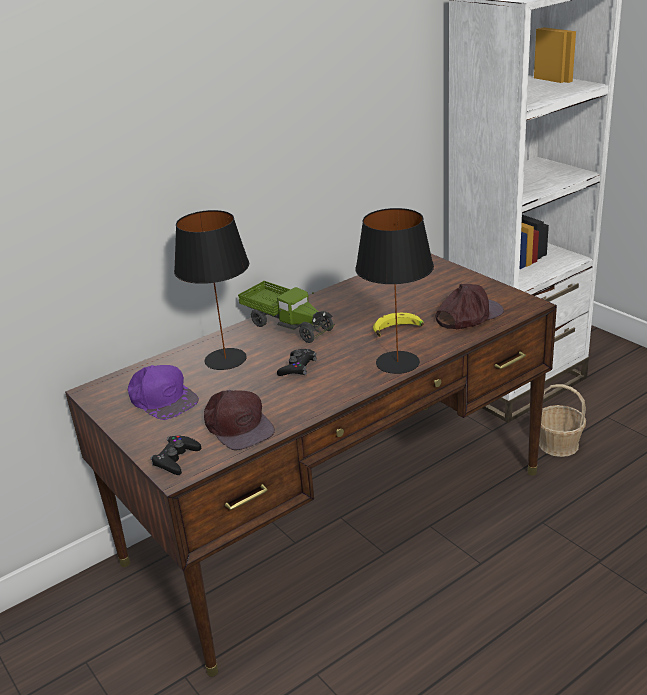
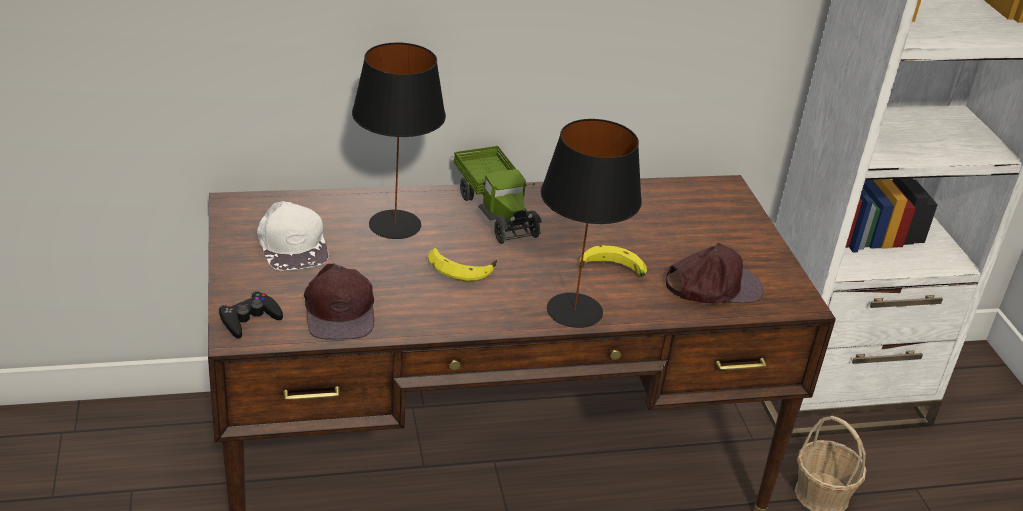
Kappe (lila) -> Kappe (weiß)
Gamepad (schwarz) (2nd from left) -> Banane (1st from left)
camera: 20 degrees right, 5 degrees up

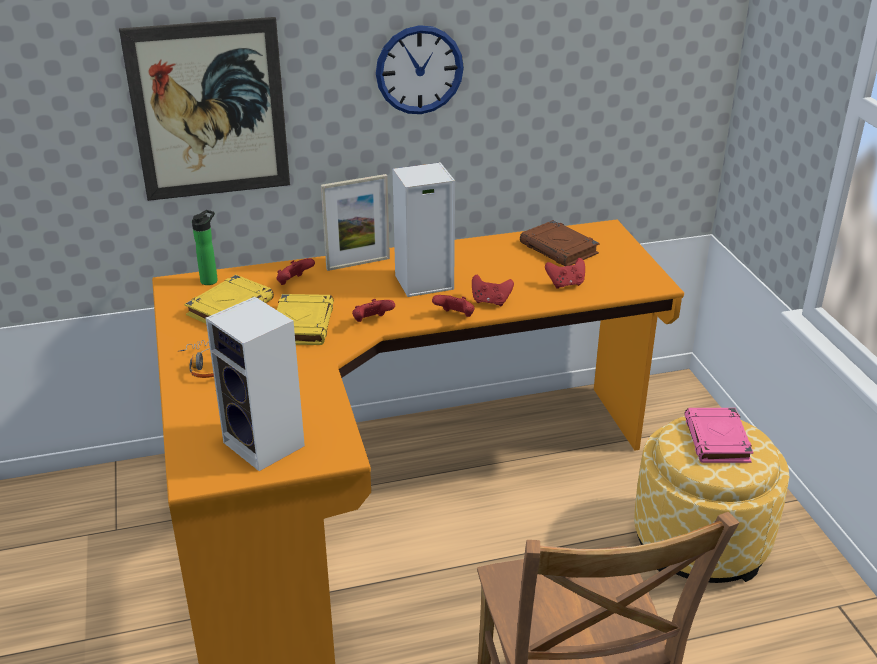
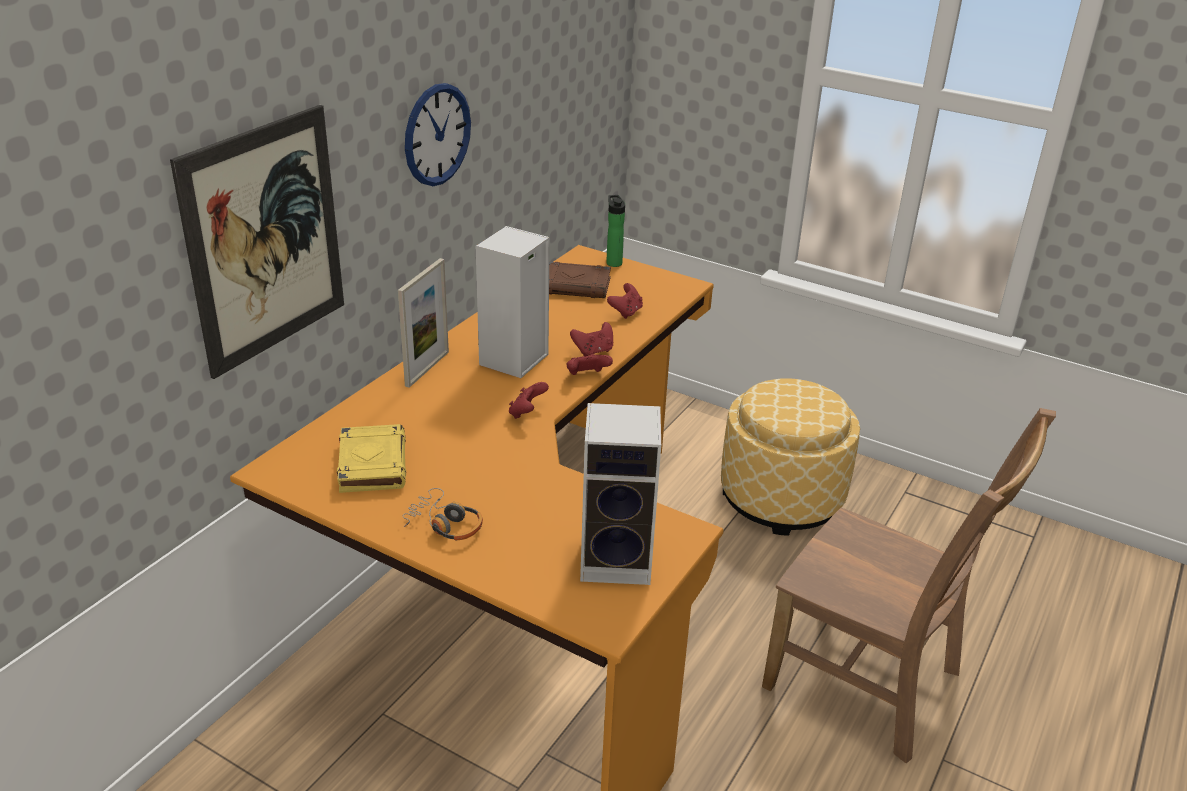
Flasche, moved
Gamepad (rot) (1st from left) -> none
Buch (gelb) (2nd from left) -> none
Buch (rosa) -> none
camera: 45 degrees left, 0 degrees up

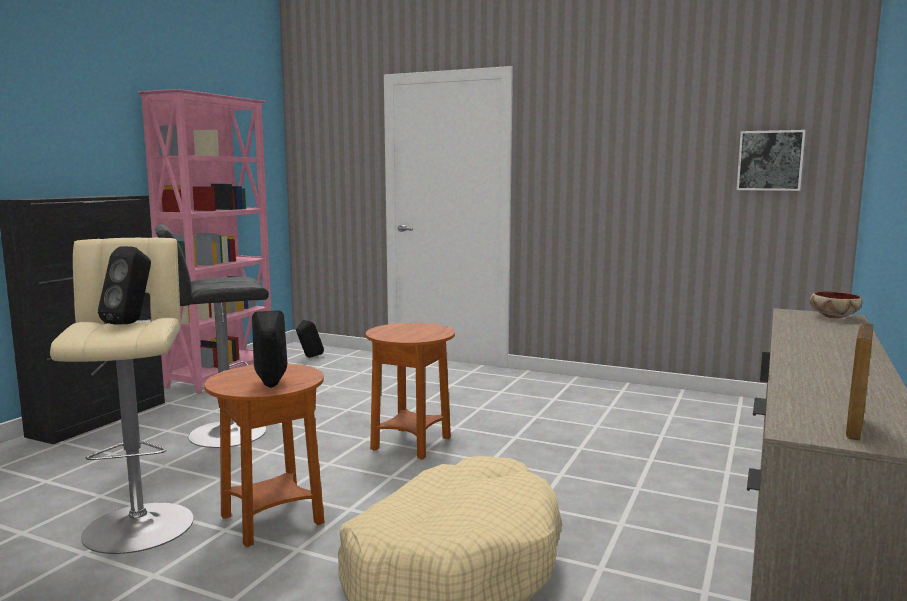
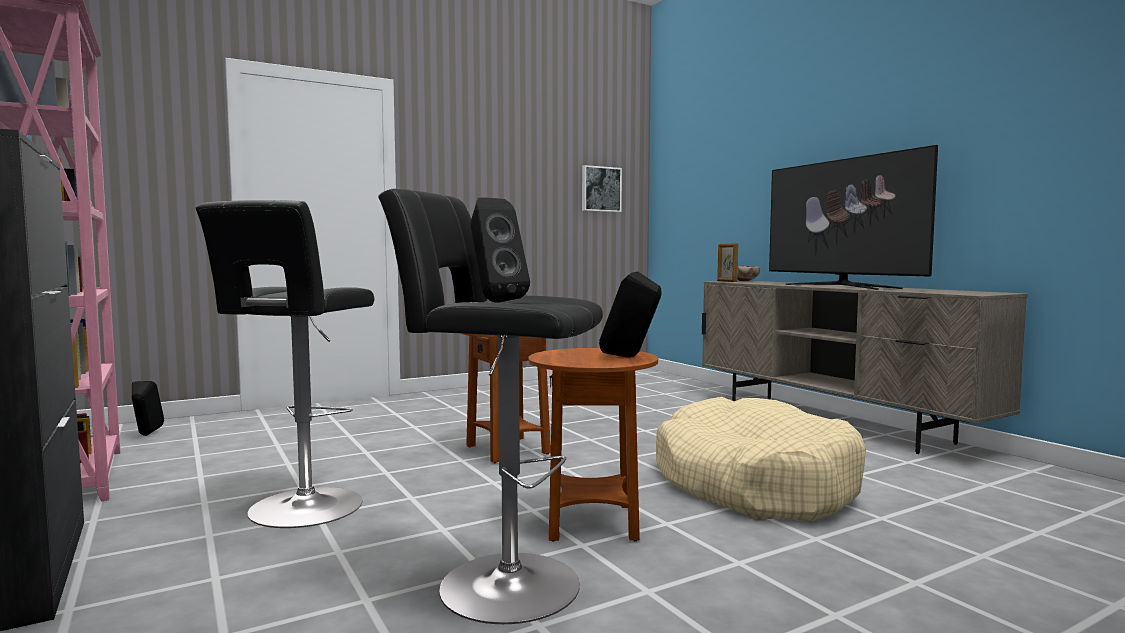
Hocker (beige) -> Hocker (schwarz) (2nd from left)
Bilderrahmen, moved
none -> Fernseher
camera: 55 degrees left, 5 degrees down

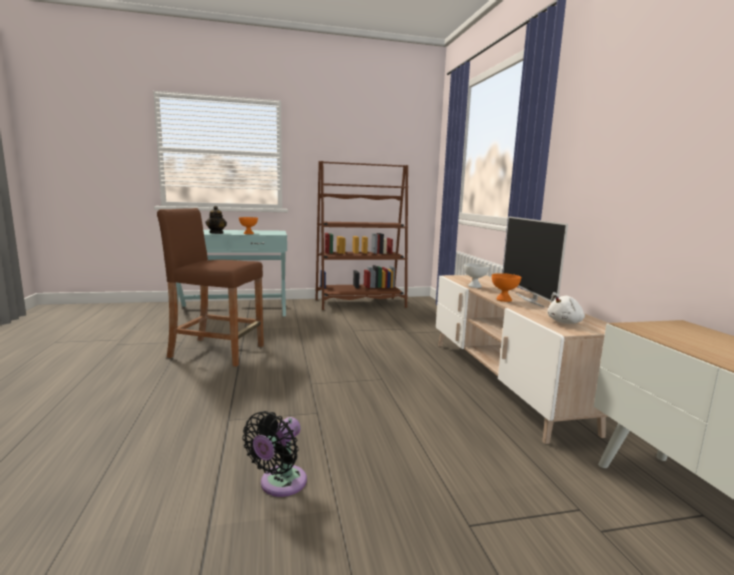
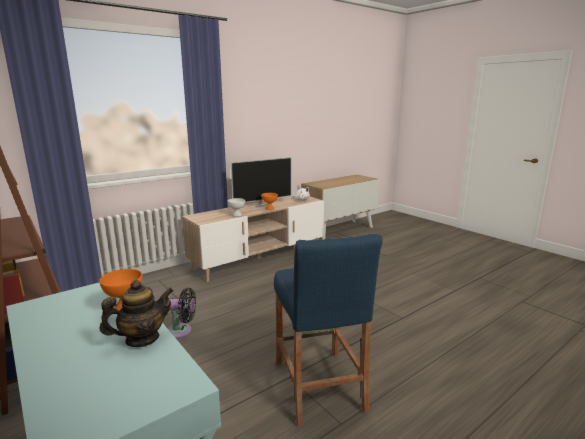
Hocker (braun) -> Hocker (blau)
Ventilator (schwarz), moved
camera: 115 degrees left, 5 degrees up

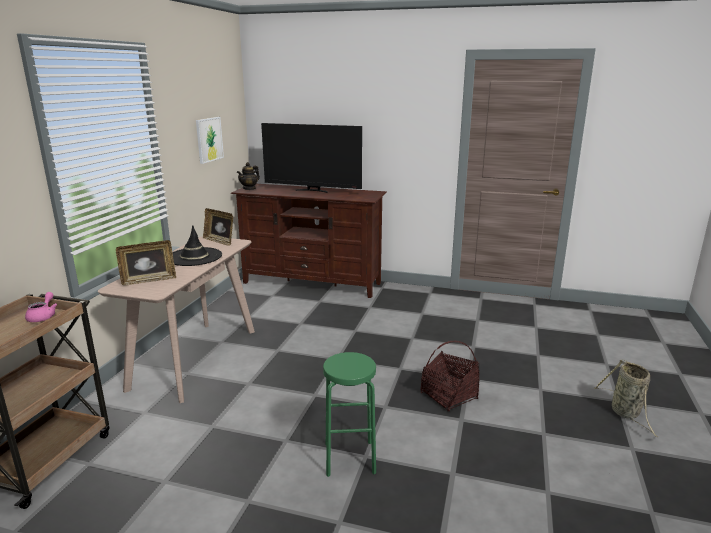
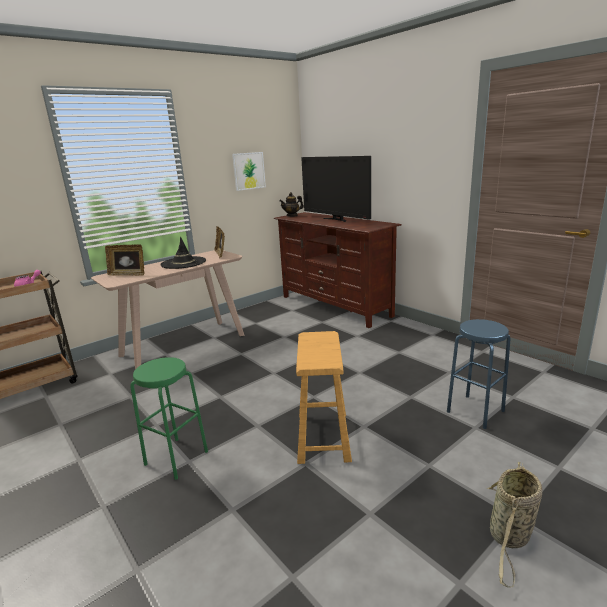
Korb (1st from left) -> Hocker (braun)
none -> Hocker (blau)
camera: 35 degrees right, 0 degrees up

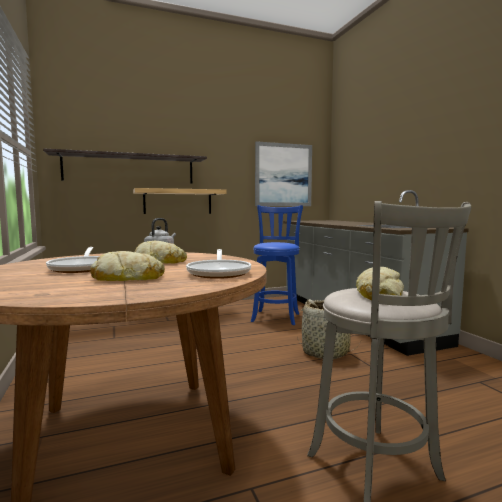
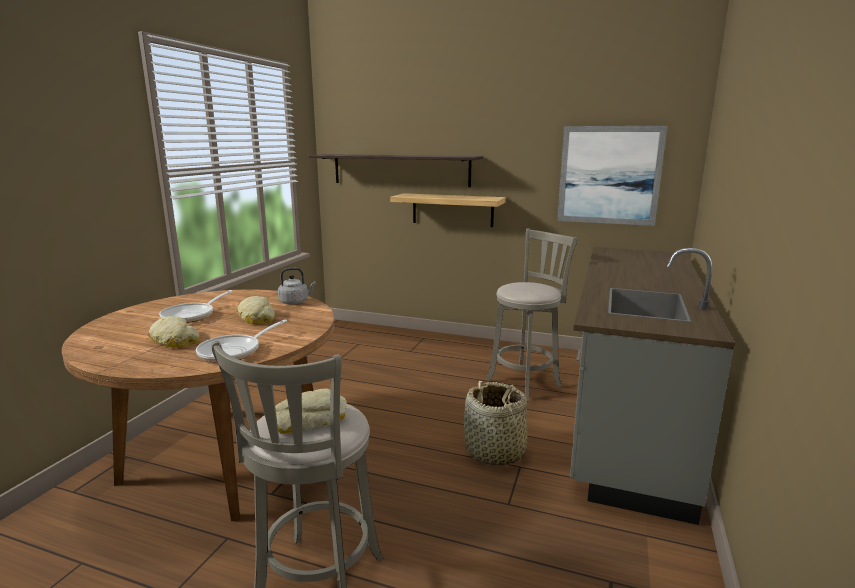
Hocker (blau) -> Hocker (grau) (2nd from left)
camera: 40 degrees right, 10 degrees up

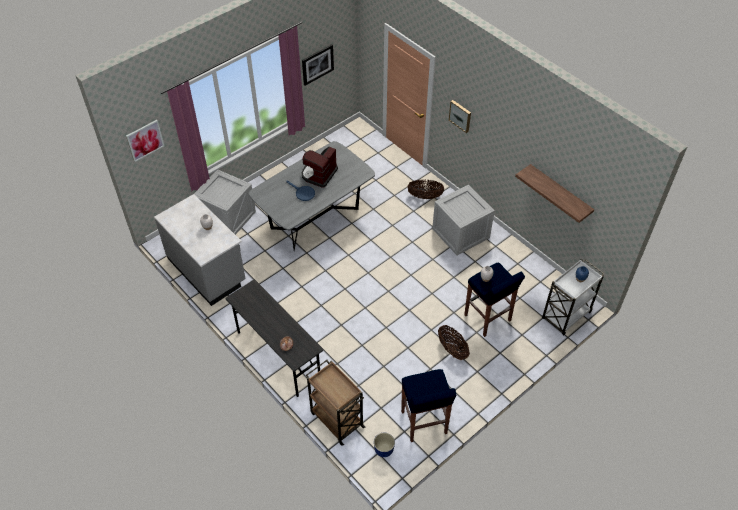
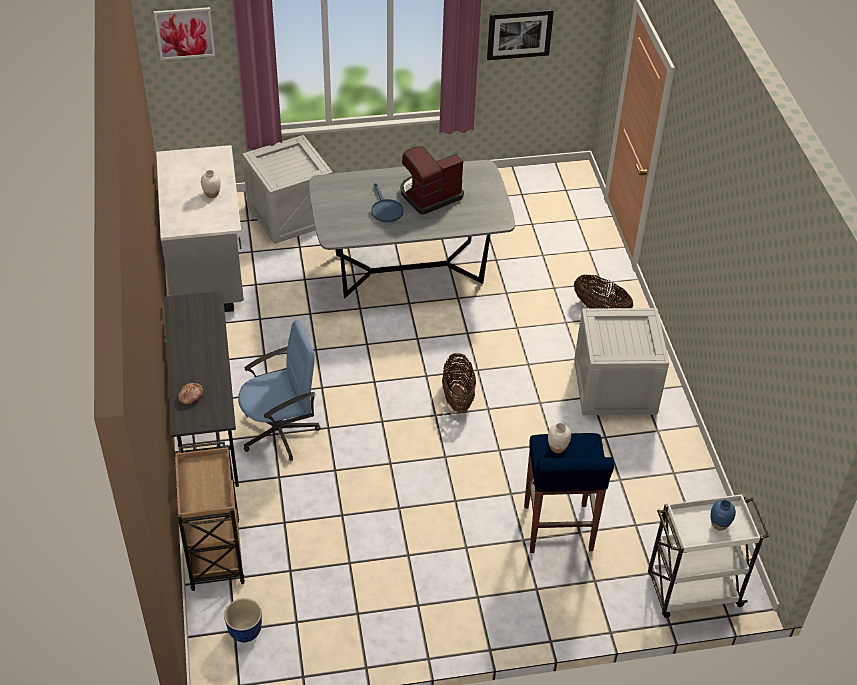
Hocker (blau) (1st from left) -> none
Korb (2nd from left in the first image) -> Korb (1st from left), moved
Bild (3rd from left) -> none
Wandregal -> none
none -> Bürostuhl (blau)
camera: 30 degrees right, 5 degrees down

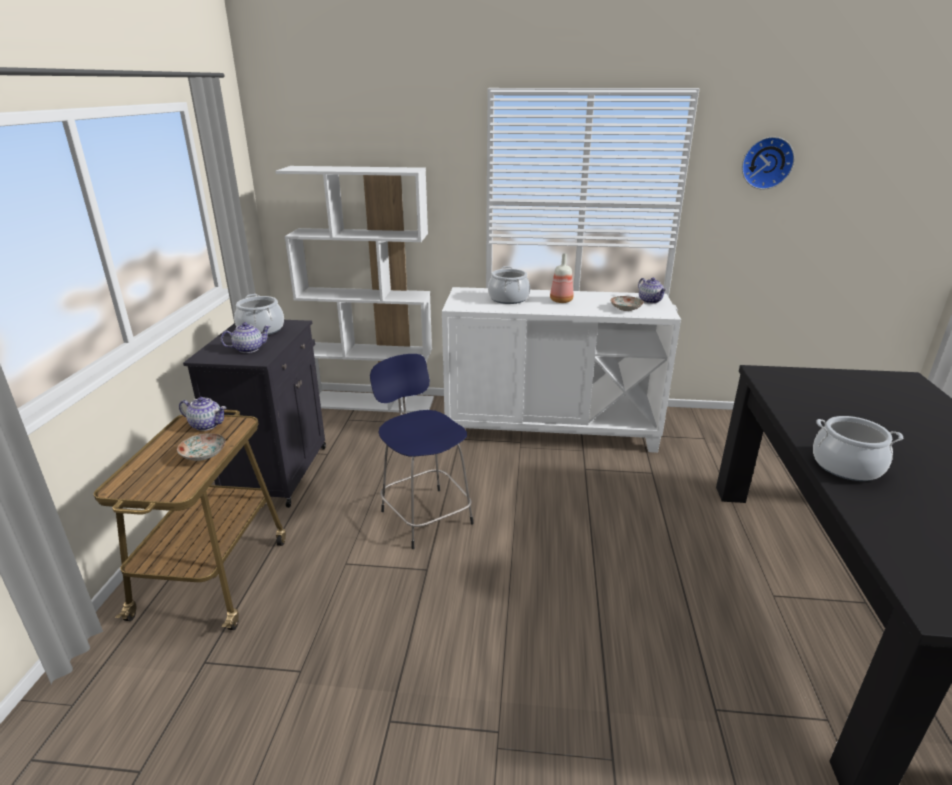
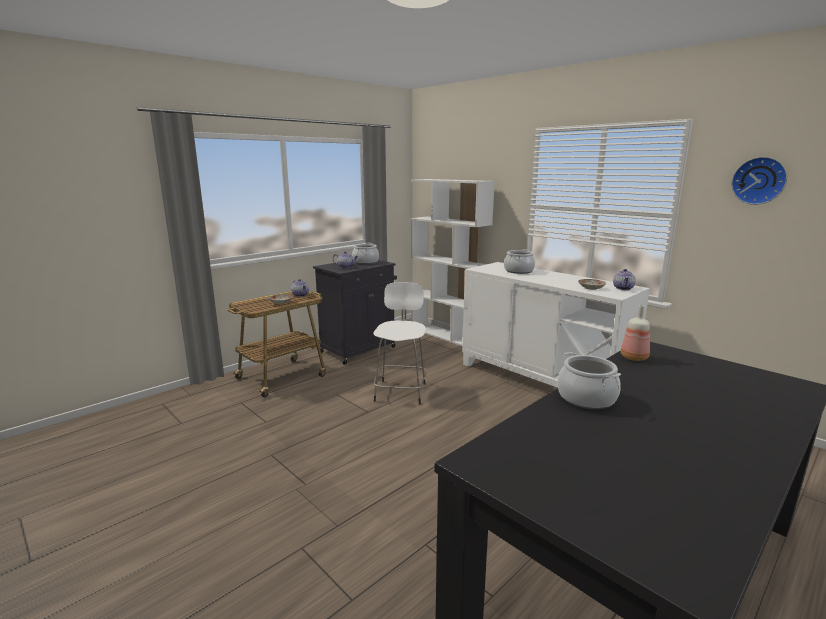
Hocker (blau) -> Hocker (weiß)
Flasche, moved
camera: 40 degrees right, 10 degrees down

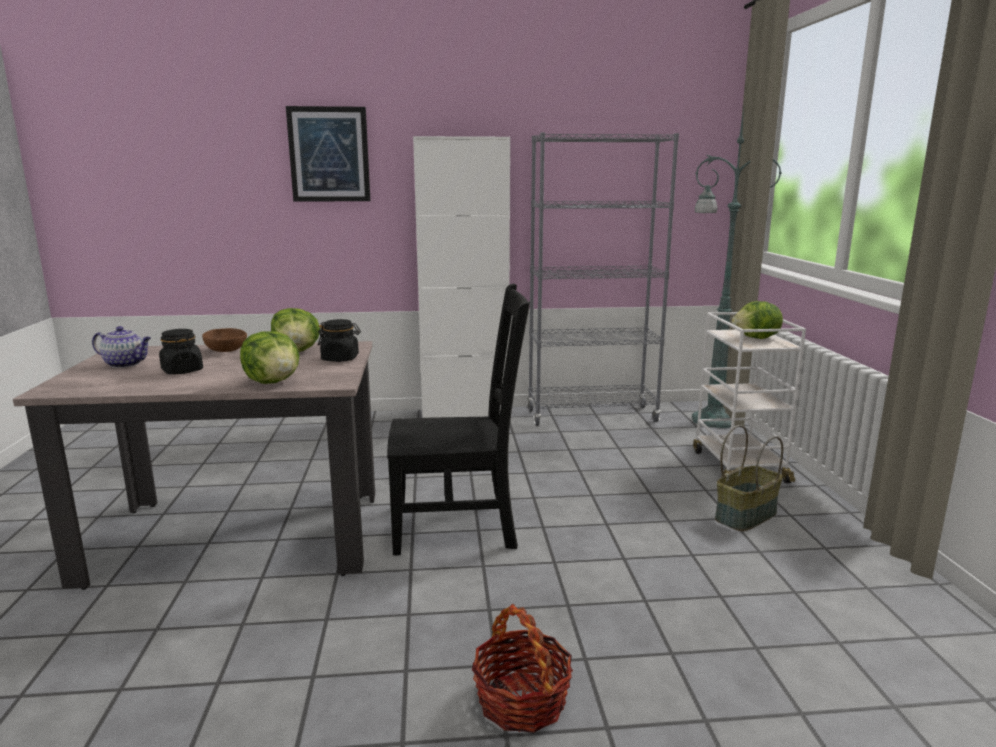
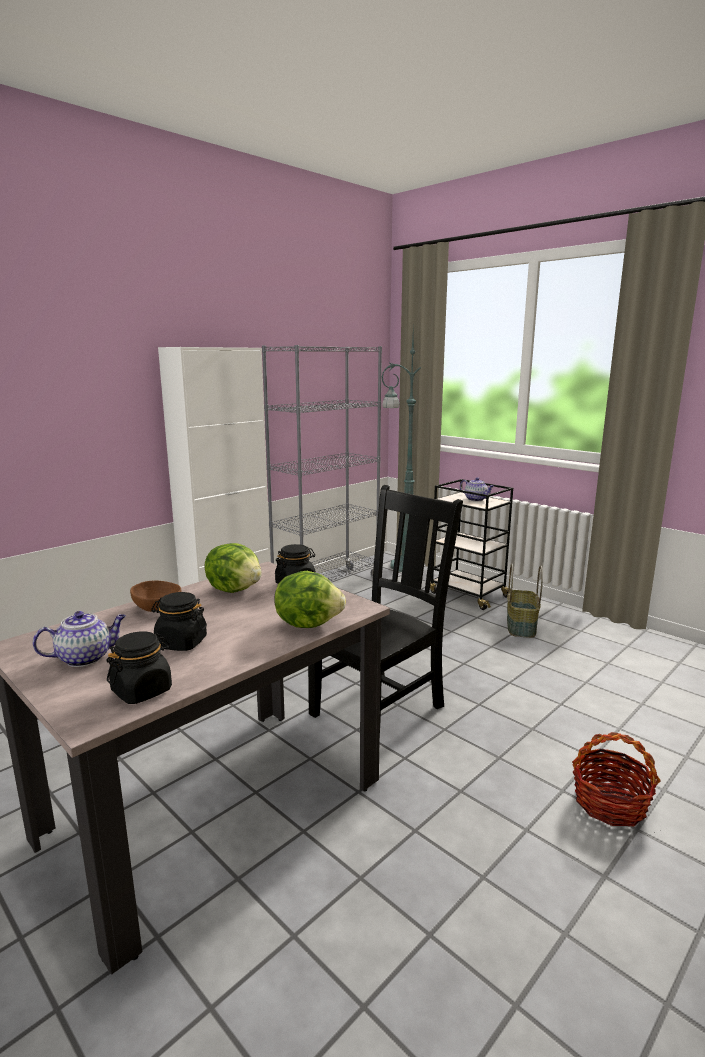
Bild -> none
Rollwagen (weiß) -> Rollwagen (schwarz)
Salatkopf (3rd from left) -> Teekanne (2nd from left)
none -> Vorratsglas (schwarz) (1st from left)
camera: 40 degrees left, 0 degrees up

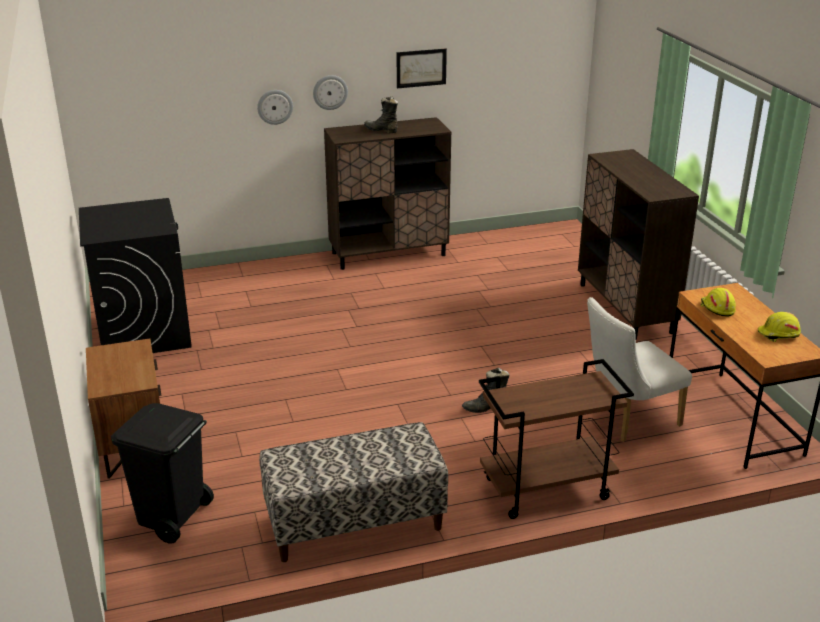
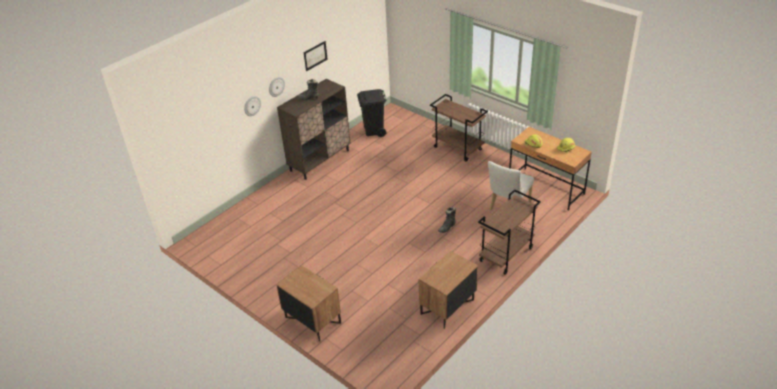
Waschmaschine (schwarz) -> none
Mülleimer (schwarz), moved
Bank -> Nachttisch (braun) (2nd from left)
Schrank (braun) (2nd from left) -> Rollwagen (braun) (1st from left)
camera: 30 degrees left, 10 degrees up

